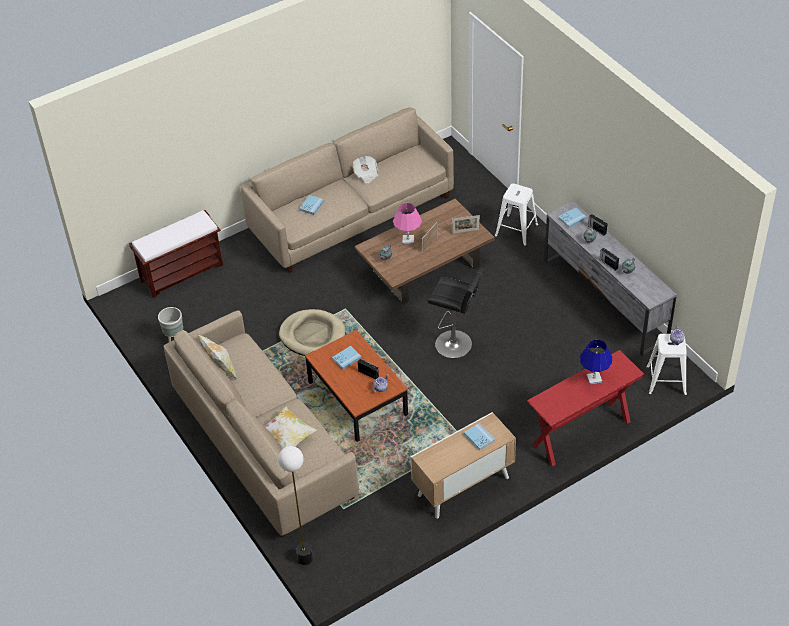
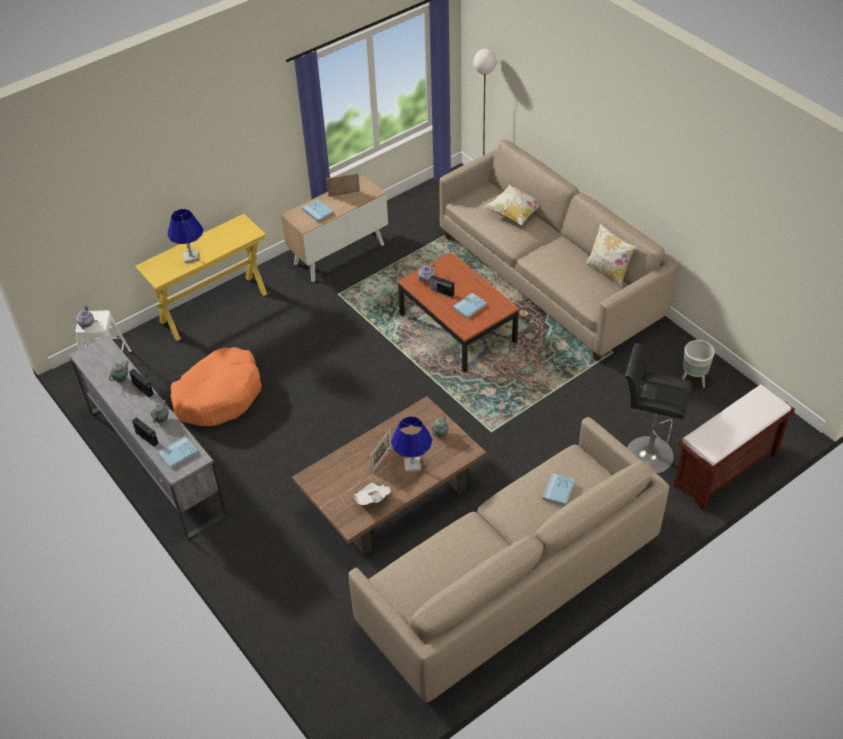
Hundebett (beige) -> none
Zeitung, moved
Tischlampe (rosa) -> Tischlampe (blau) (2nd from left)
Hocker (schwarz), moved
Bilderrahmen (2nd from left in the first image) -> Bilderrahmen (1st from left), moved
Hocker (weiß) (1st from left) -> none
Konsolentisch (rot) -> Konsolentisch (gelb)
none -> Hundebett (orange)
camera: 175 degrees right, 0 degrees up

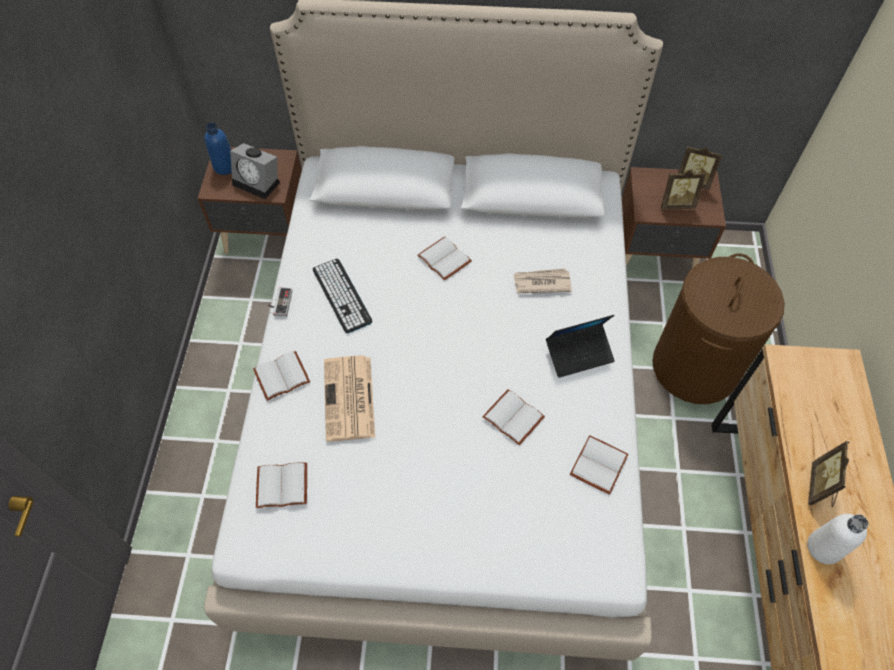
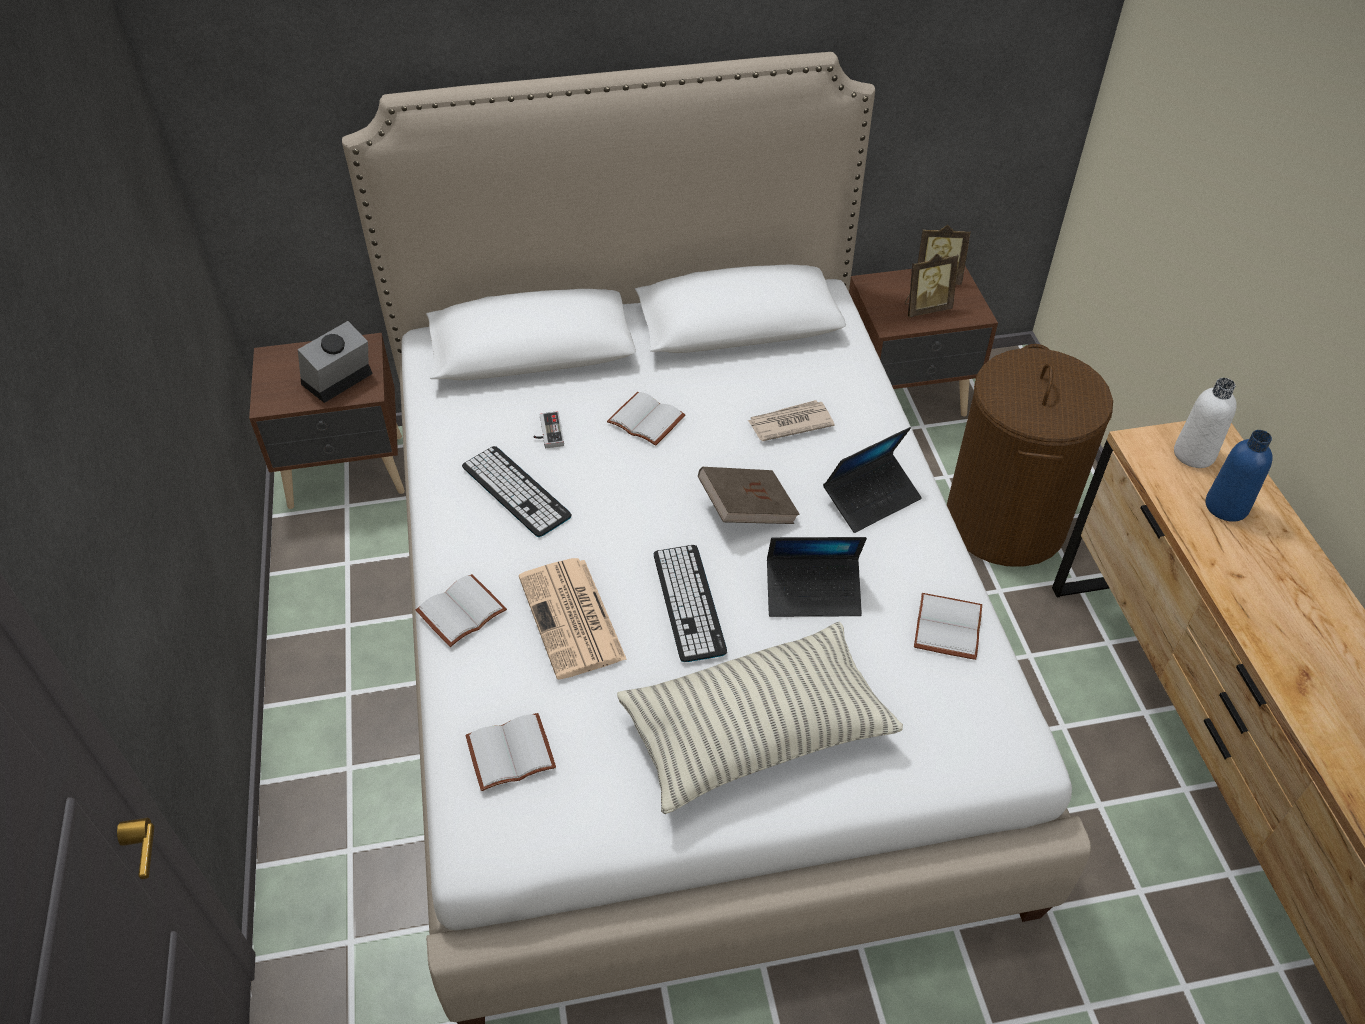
Flasche (blau), moved
Wecker, 120 degrees clockwise
Gamepad, moved
Buch (weiß) (4th from left) -> Laptop (1st from left)
Flasche (weiß), moved
Bilderrahmen (3rd from left) -> none
none -> Kissen
none -> Tastatur (2nd from left)
none -> Buch (braun)
camera: 15 degrees left, 10 degrees down

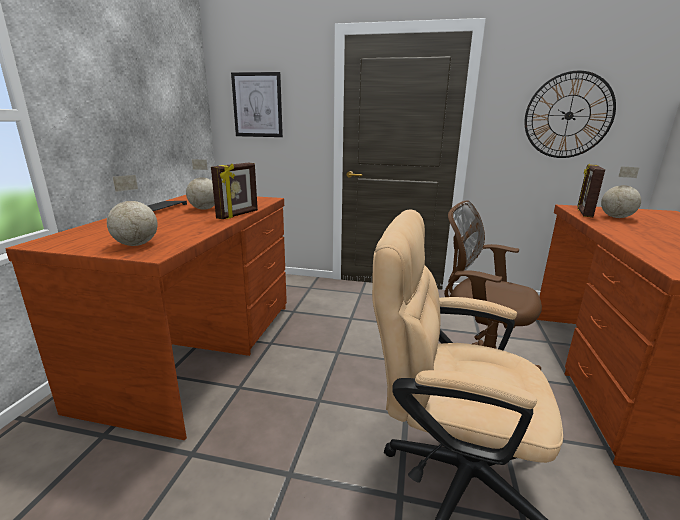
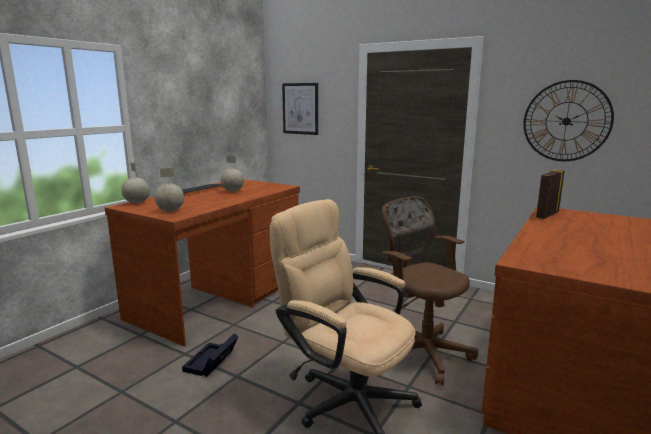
Bilderrahmen (1st from left) -> none
Globus (3rd from left in the first image) -> Globus (1st from left), moved
none -> Aufbewahrungsbox (schwarz)
camera: 20 degrees right, 5 degrees down

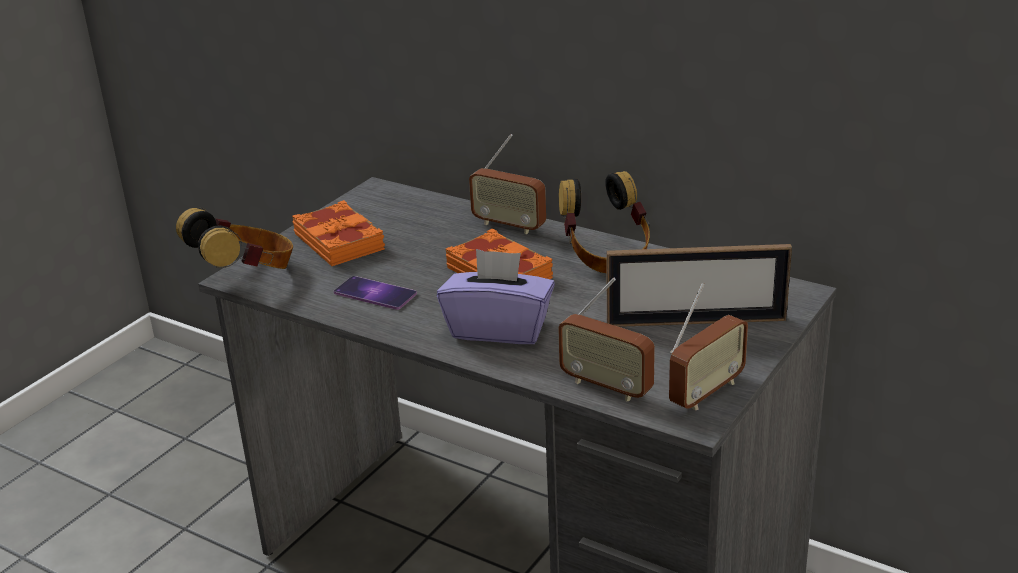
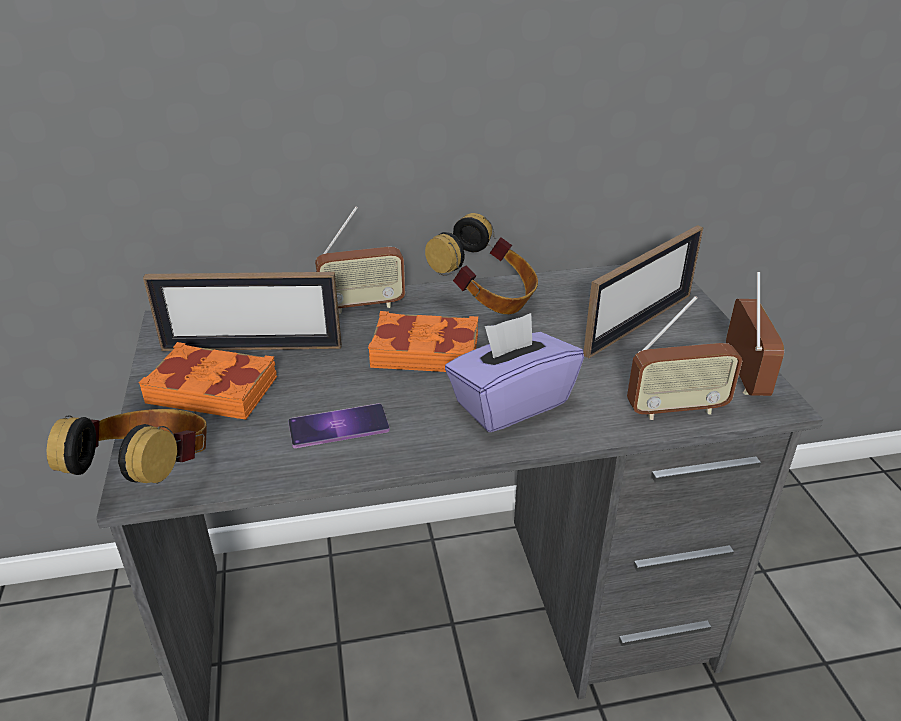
none -> Bilderrahmen (1st from left)
camera: 45 degrees left, 5 degrees up

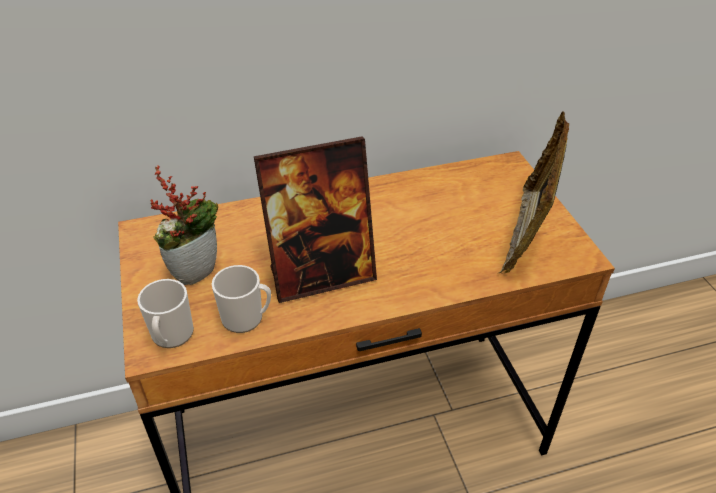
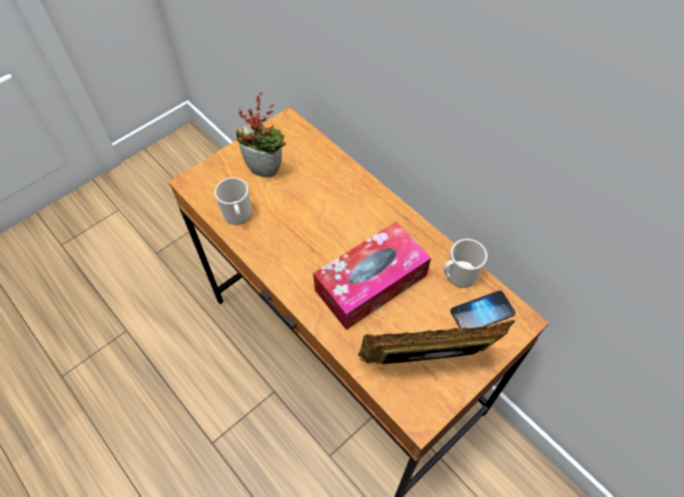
Henkelbecher (1st from left in the first image) -> Henkelbecher (2nd from left), moved
Bilderrahmen (1st from left) -> none
none -> Taschentuchbox
none -> Handy
camera: 65 degrees right, 15 degrees up

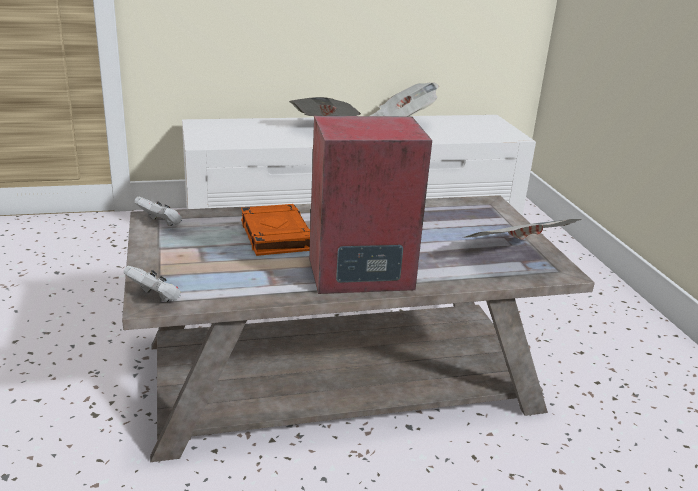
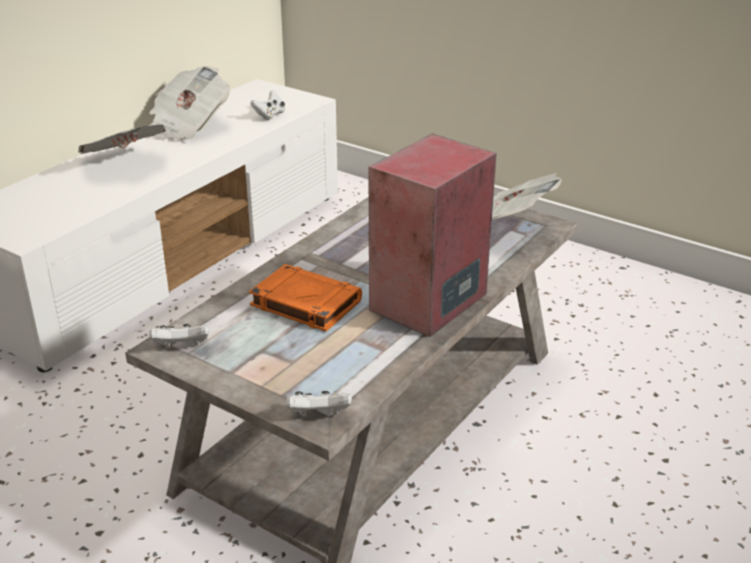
none -> Gamepad (weiß) (2nd from left)
camera: 40 degrees left, 5 degrees up

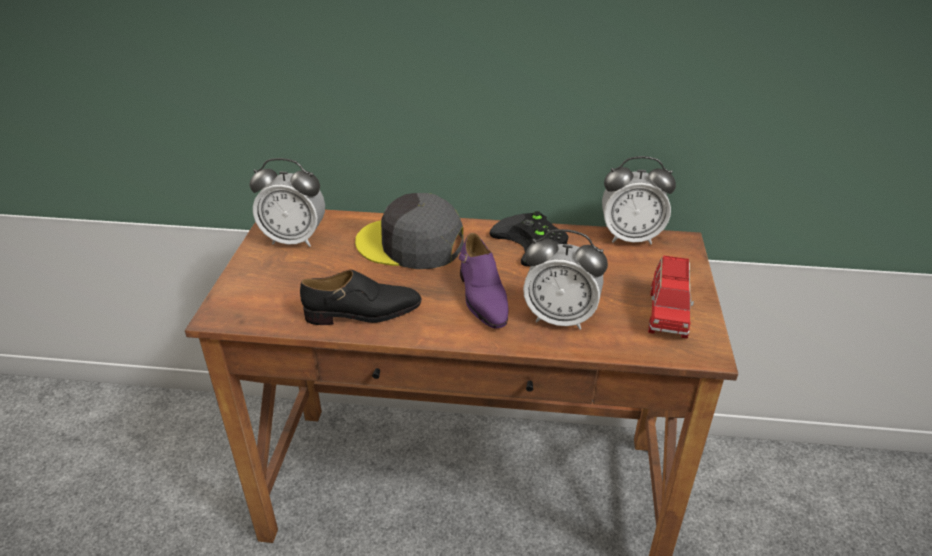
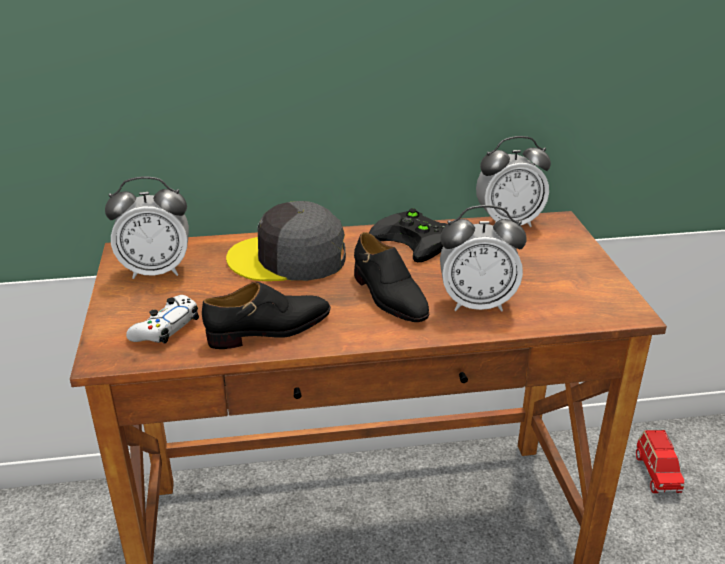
Schuh (lila) -> Schuh (schwarz) (2nd from left)
Spielzeugauto (rot), moved
none -> Gamepad (weiß)
camera: 15 degrees left, 5 degrees down

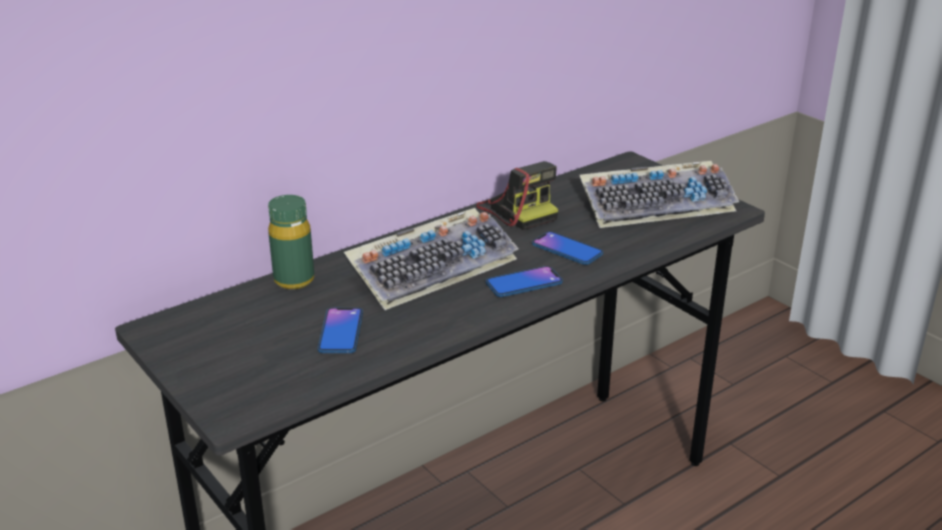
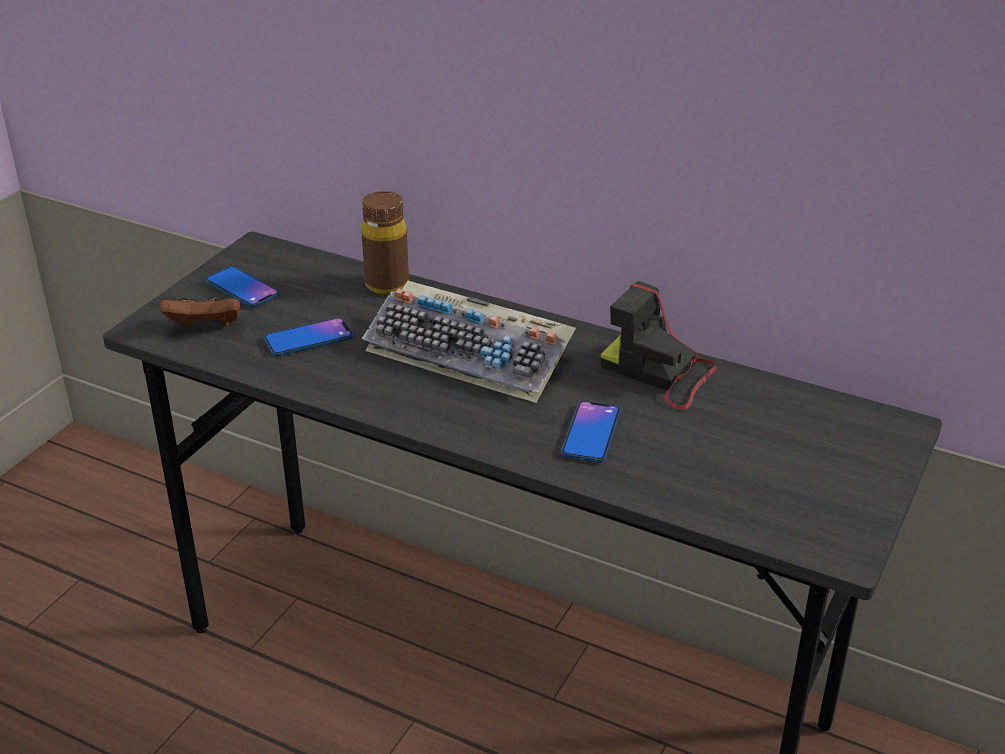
Flasche (grün) -> Flasche (braun)
Kamera, 90 degrees clockwise
Handy (2nd from left in the first image) -> Handy (1st from left), moved
Tastatur (2nd from left) -> none
none -> Gamepad (braun)
camera: 65 degrees right, 5 degrees up

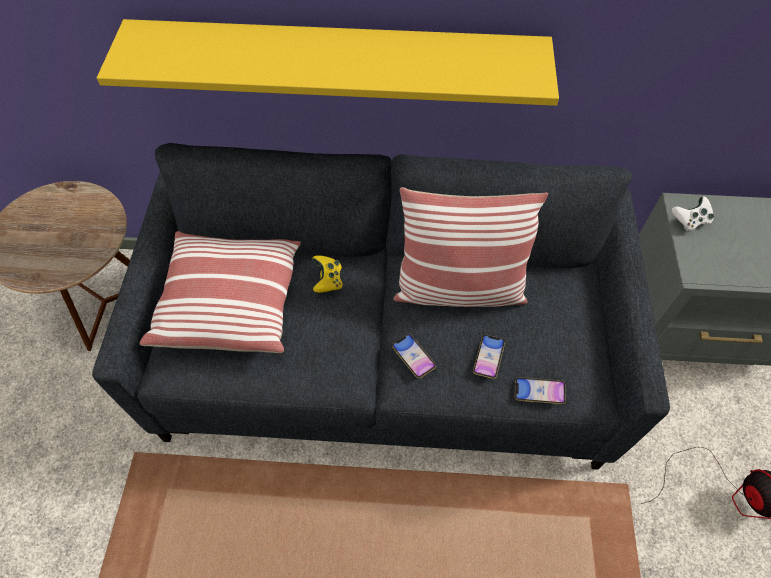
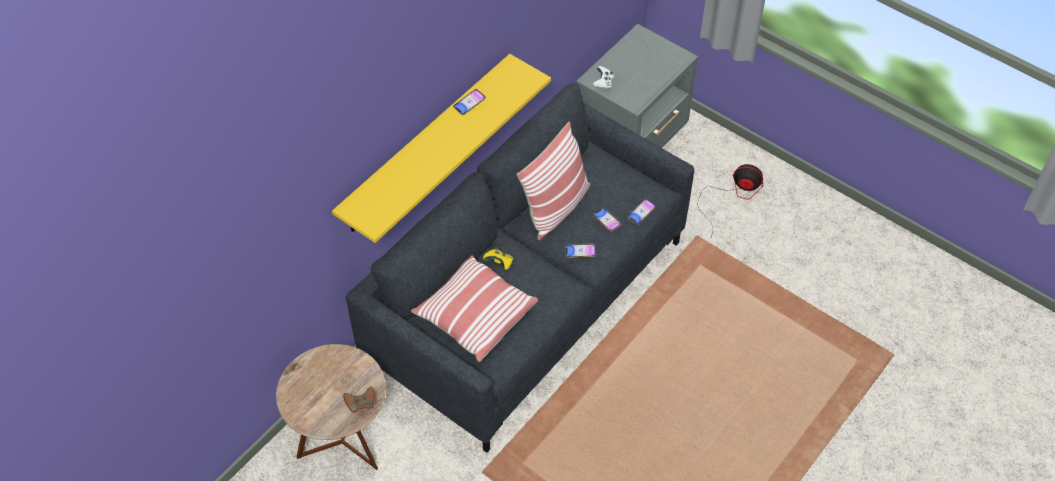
none -> Gamepad (braun)
none -> Handy (1st from left)
camera: 55 degrees left, 5 degrees down

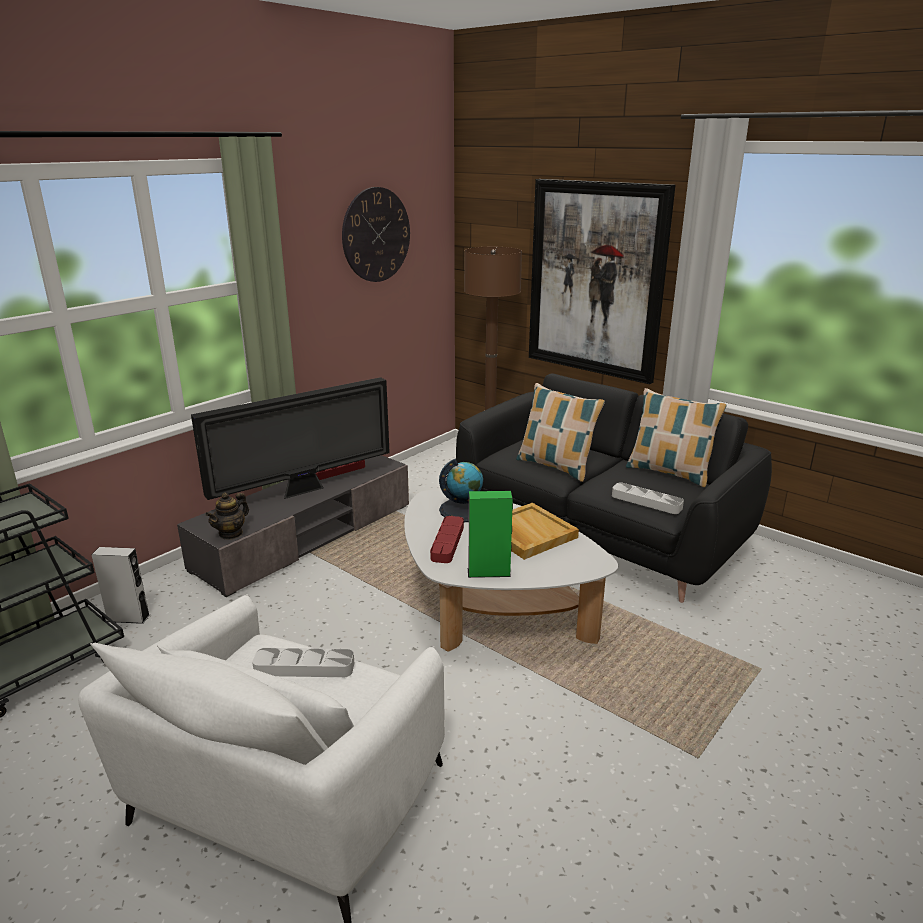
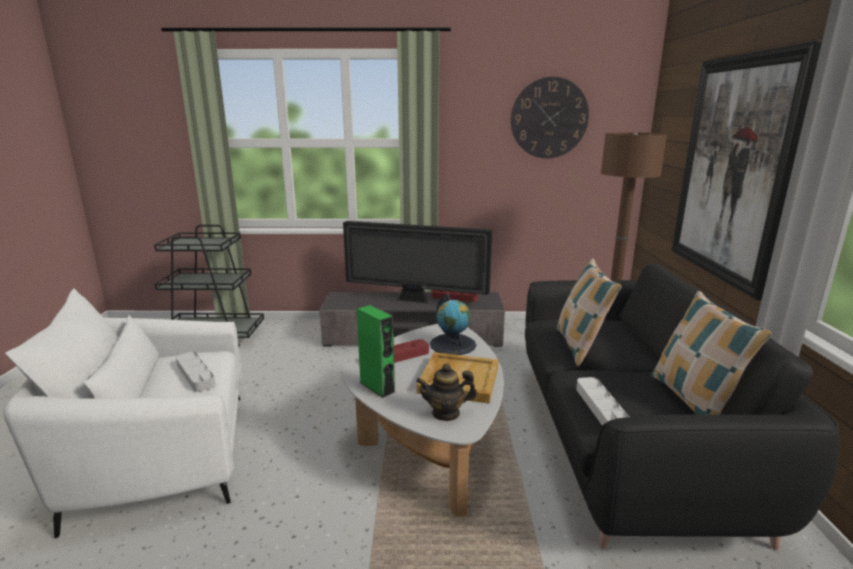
Lautsprecher (grau) -> none
Teekanne, moved
camera: 50 degrees right, 5 degrees down

